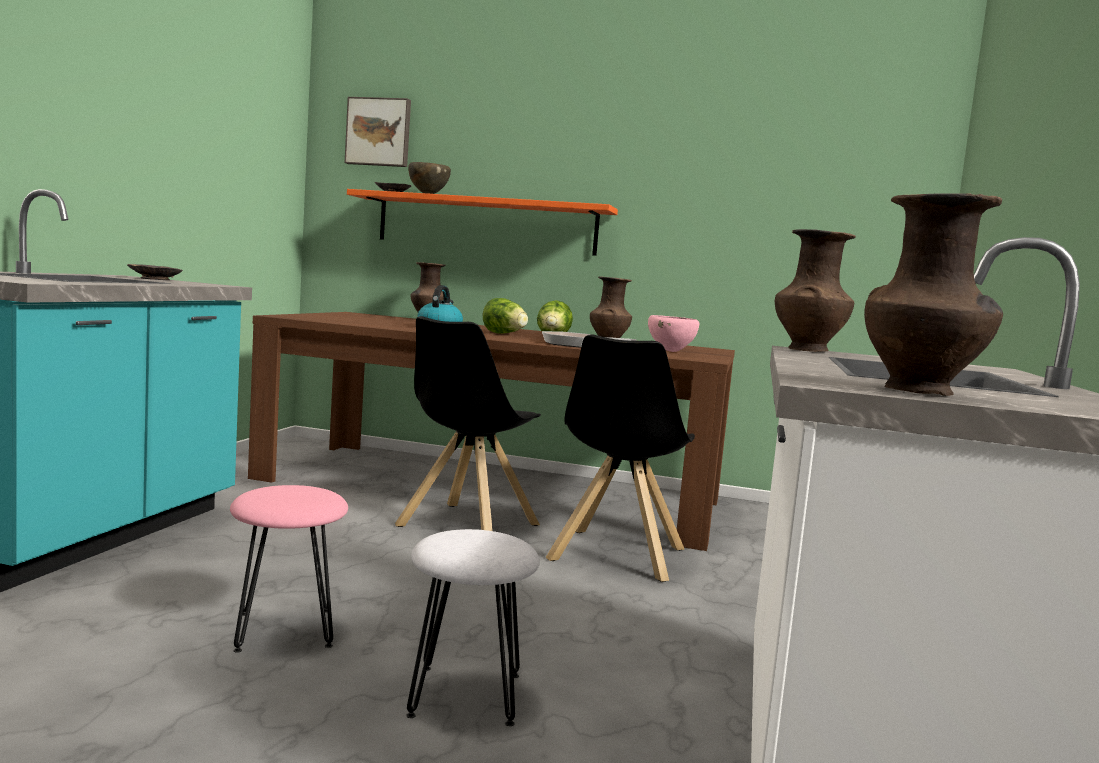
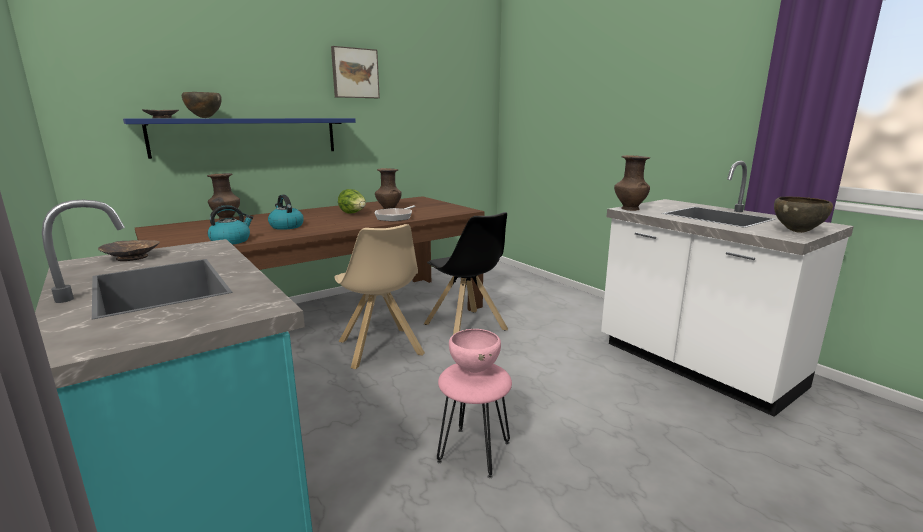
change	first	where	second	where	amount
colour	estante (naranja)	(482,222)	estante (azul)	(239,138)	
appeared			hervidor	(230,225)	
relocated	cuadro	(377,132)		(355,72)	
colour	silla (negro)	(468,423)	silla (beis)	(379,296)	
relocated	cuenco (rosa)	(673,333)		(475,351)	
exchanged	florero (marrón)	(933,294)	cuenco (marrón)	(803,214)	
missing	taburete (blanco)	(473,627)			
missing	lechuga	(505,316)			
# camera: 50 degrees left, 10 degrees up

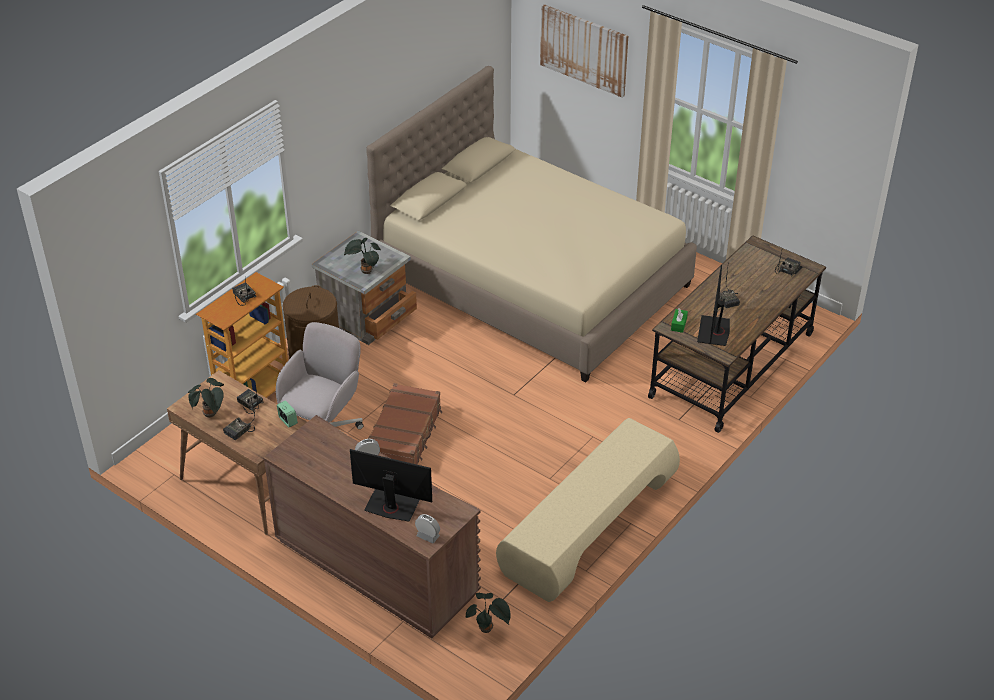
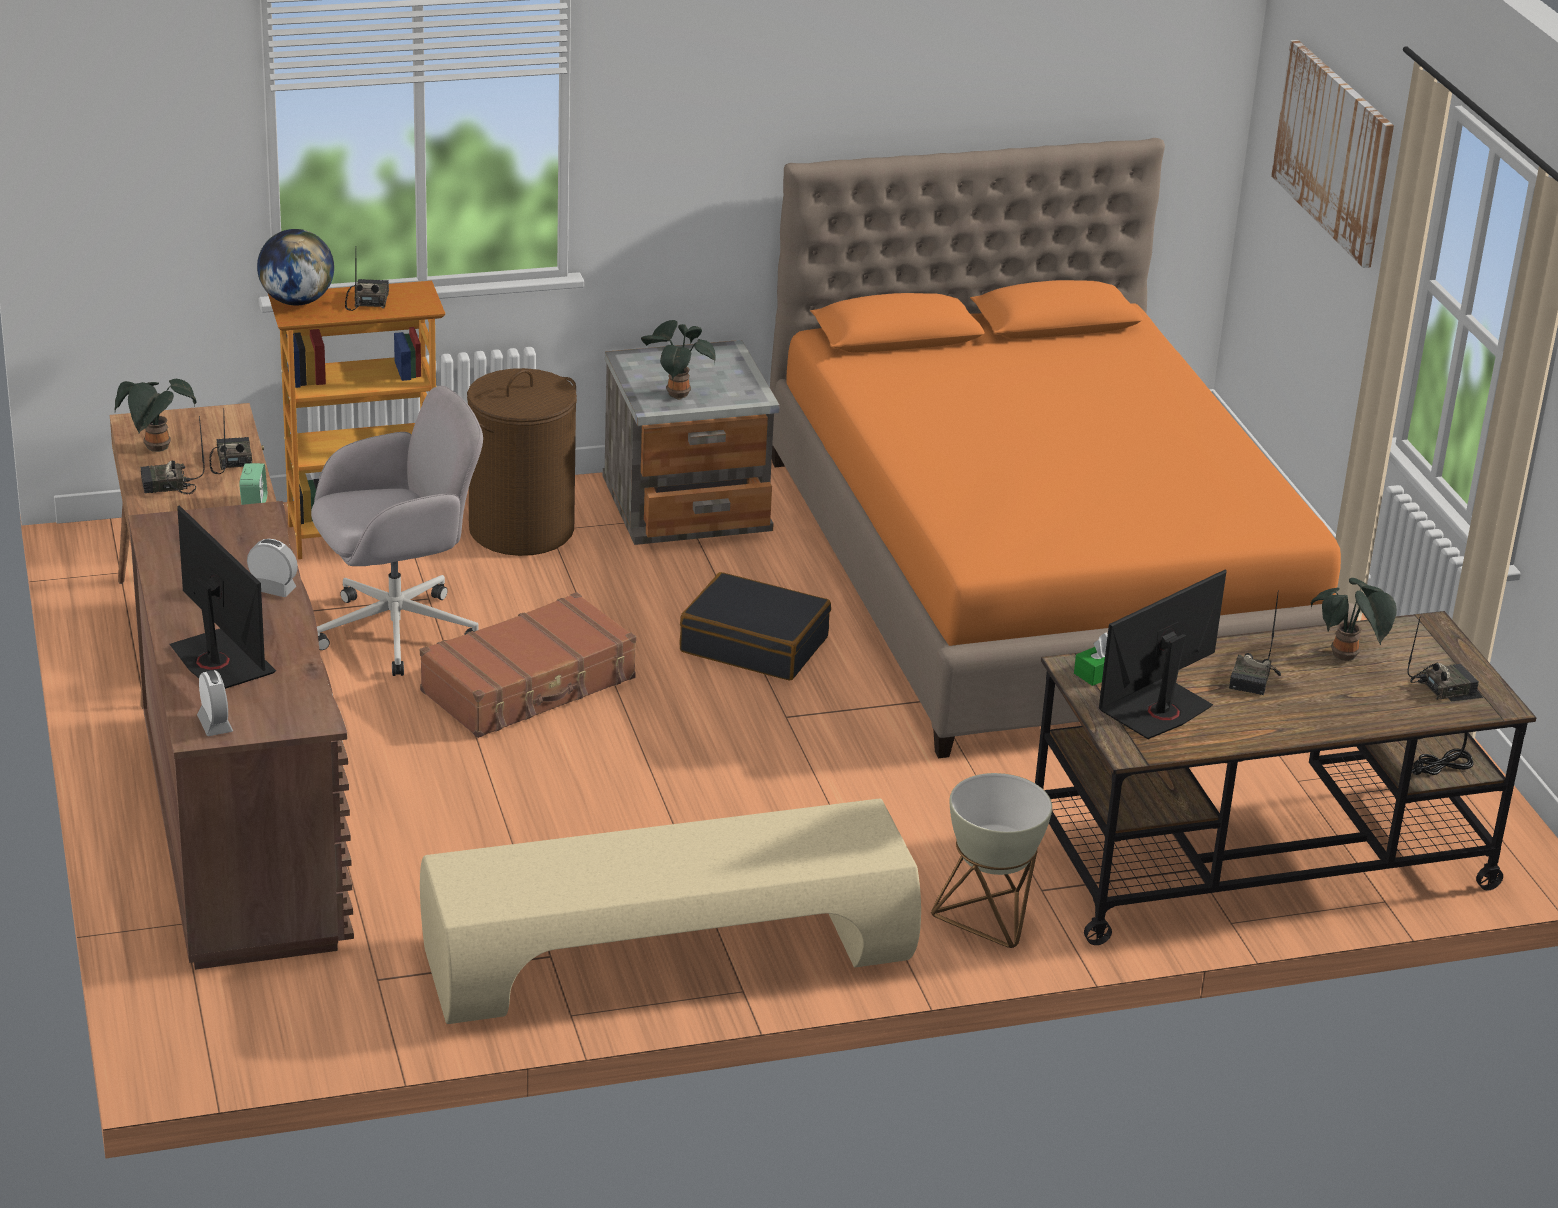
change	first	where	second	where	amount
appeared			globo terráqueo	(295,267)	
appeared			maleta (negro)	(755,626)	
colour	cama (beis)	(531,224)	cama (naranja)	(1064,448)	
appeared			maceta	(991,860)	
relocated	planta en maceta	(488,613)		(1354,619)	
# camera: 35 degrees right, 10 degrees down

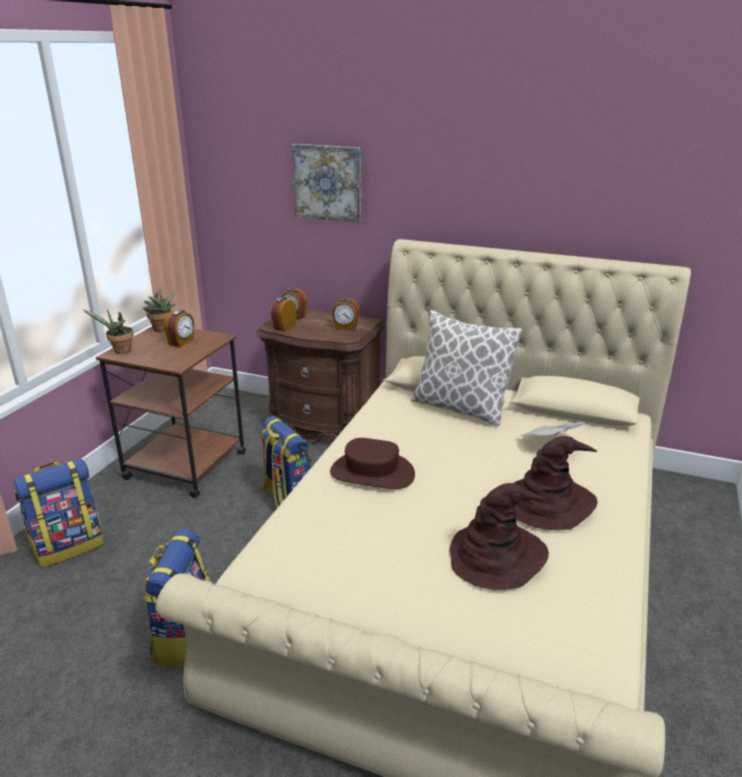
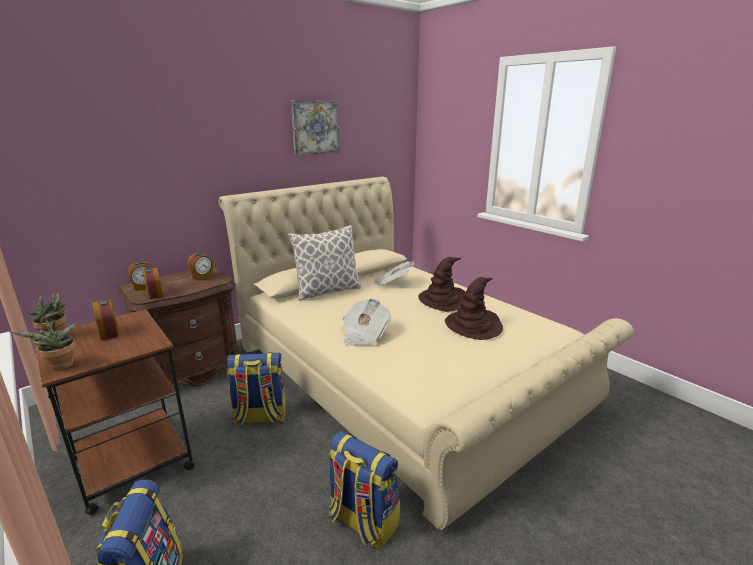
change	first	where	second	where	amount
relocated	cuadro	(326,183)		(315,128)	
exchanged	sombrero (marrón)	(372,463)	periódico	(366,322)	
# camera: 60 degrees left, 5 degrees down

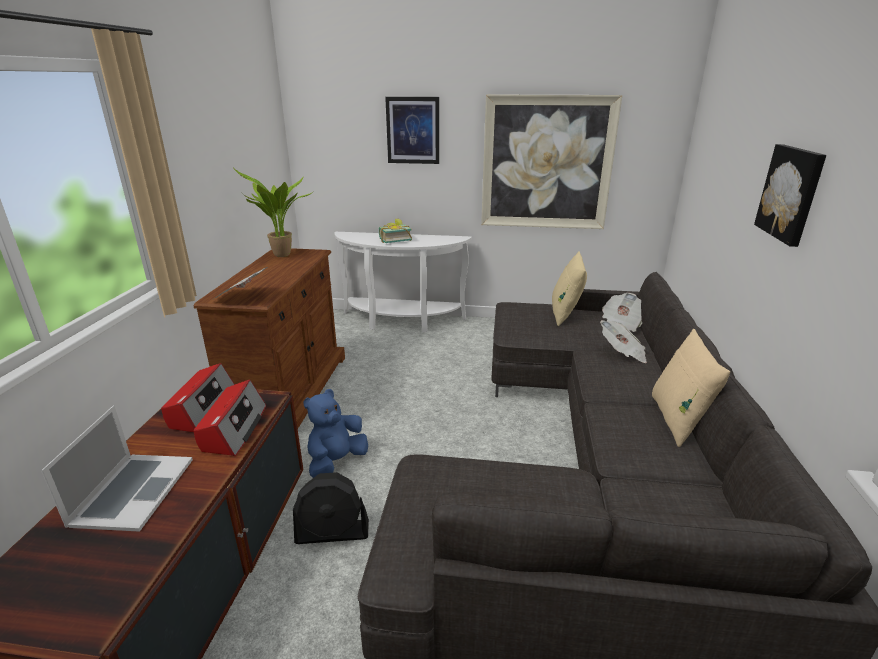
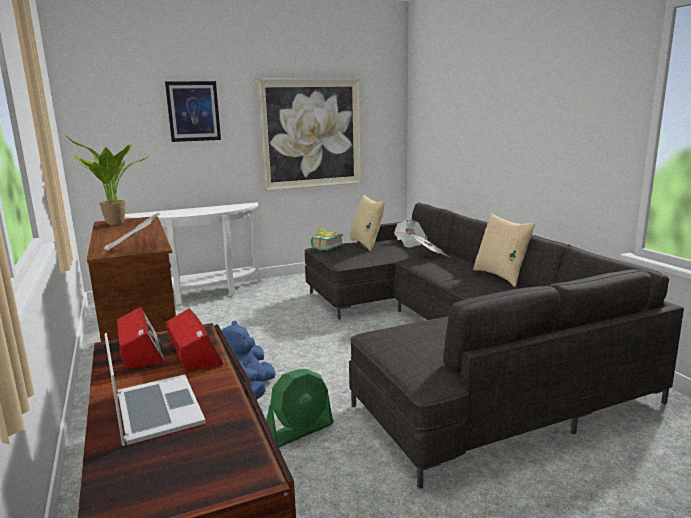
change	first	where	second	where	amount
colour	ventilador (negro)	(331,508)	ventilador (verde)	(299,408)	
relocated	libro	(395,230)		(327,239)	
missing	cuadro	(790,195)			
# camera: 30 degrees left, 10 degrees down

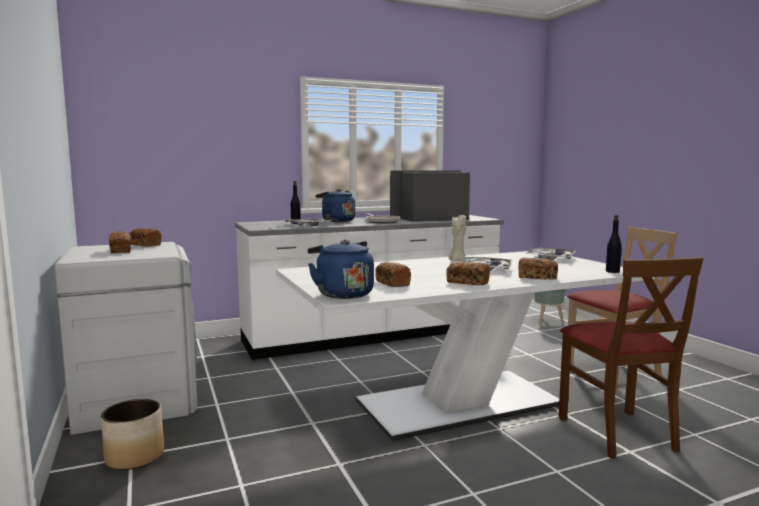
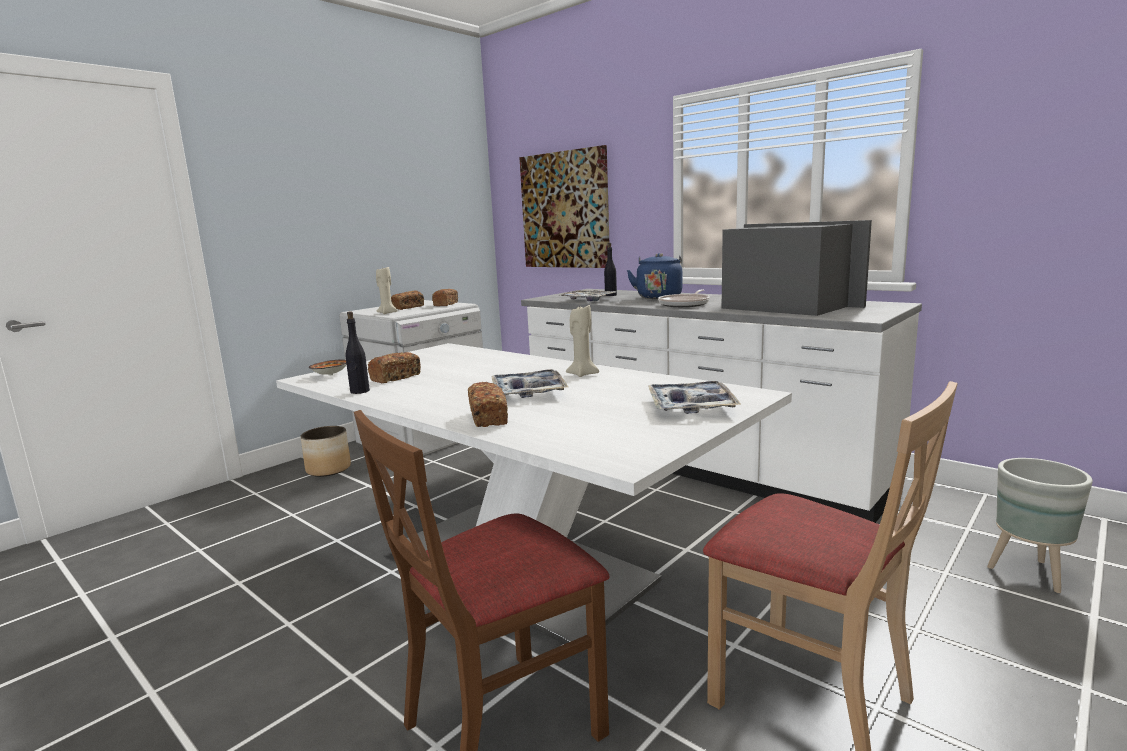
change	first	where	second	where	amount
exchanged	hervidor (azul)	(341,269)	cuenco	(328,367)	
relocated	botella (negro)	(614,244)		(358,352)	
appeared			vela (beis)	(387,290)	
appeared			cuadro	(564,206)	
missing	pan	(468,273)			
# camera: 65 degrees right, 5 degrees up

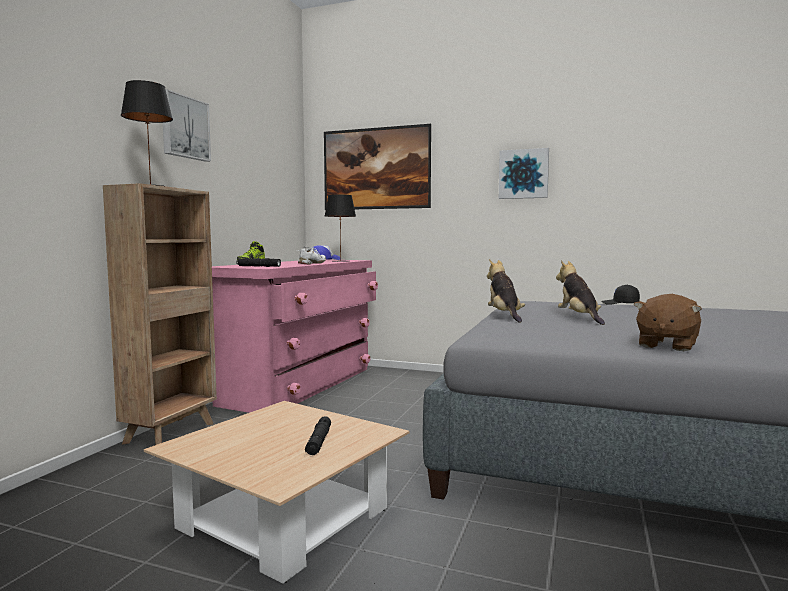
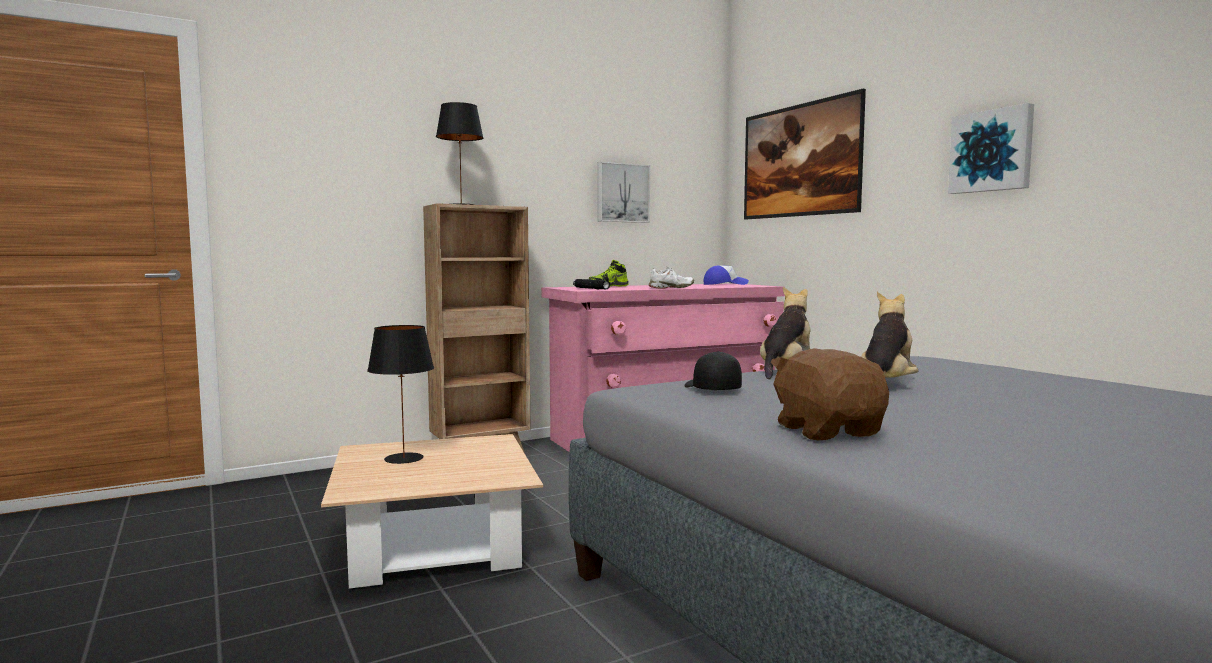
change	first	where	second	where	amount
relocated	lámpara de mesa (negro)	(340,228)		(400,394)	
relocated	cuadro	(187,125)		(623,192)	
relocated	gorra (negro)	(620,295)		(713,370)	
spun	peluche (marrón)	(668,322)		(830,394)	90 degrees clockwise
missing	linterna (negro)	(318,435)			
# camera: 40 degrees right, 0 degrees up

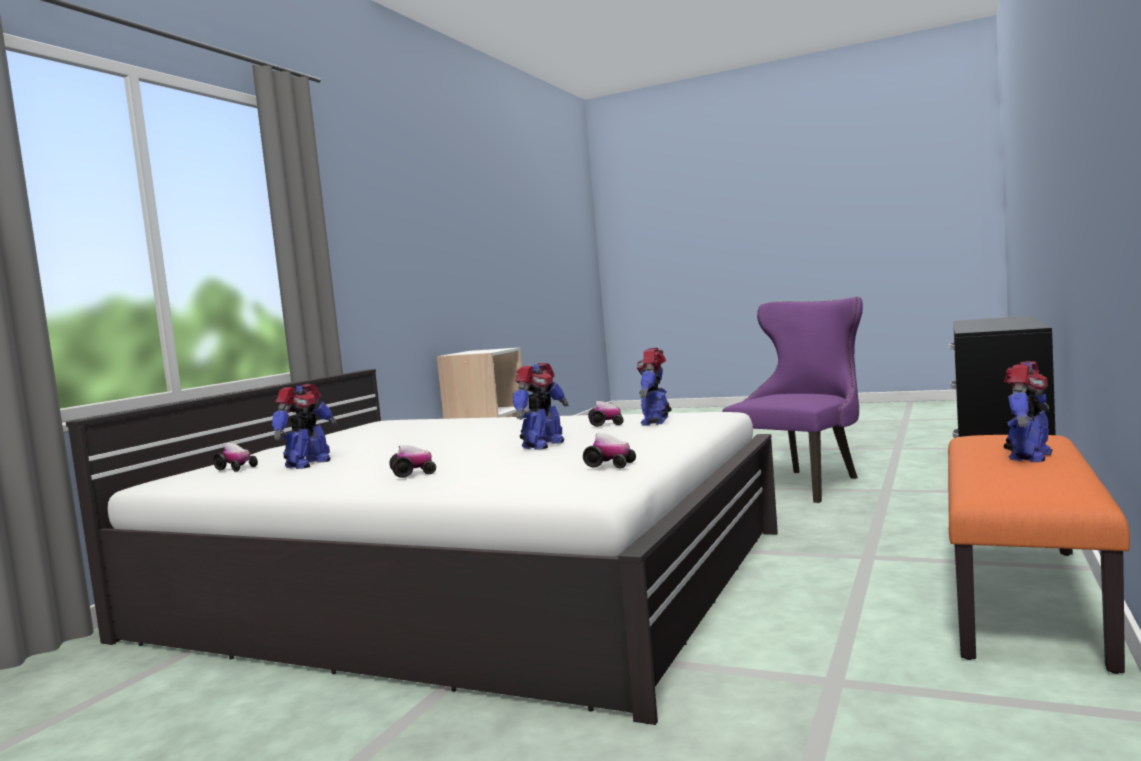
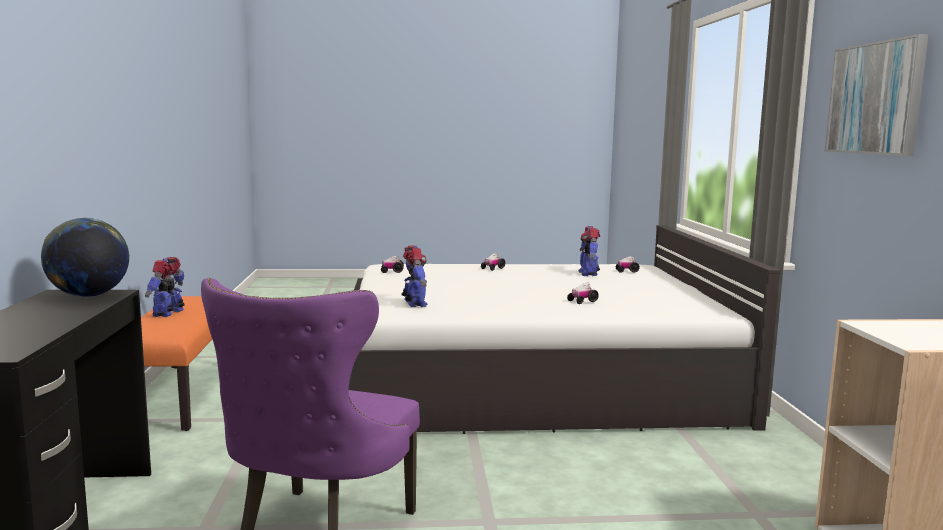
change	first	where	second	where	amount
appeared			globo terráqueo	(85,257)	
relocated	coche de juguete	(606,414)		(583,293)	
appeared			cuadro	(876,95)	
missing	robot de juguete	(541,406)			
# camera: 150 degrees right, 5 degrees up

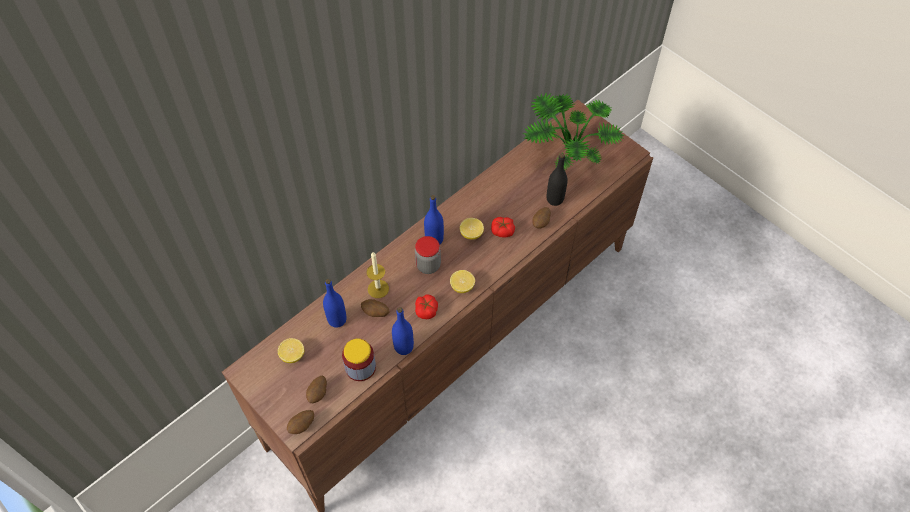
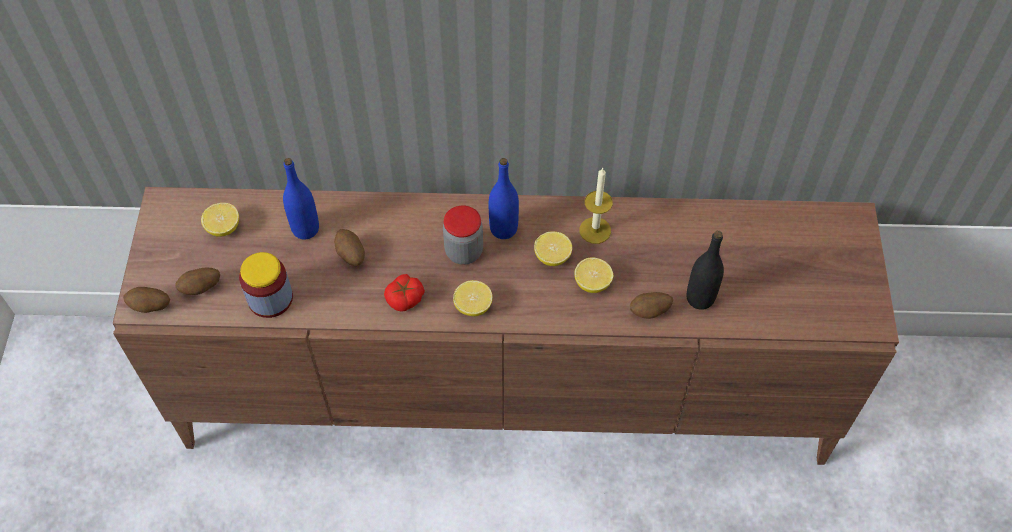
change	first	where	second	where	amount
exchanged	tomate	(503,227)	limón	(593,275)	
relocated	vela	(378,275)		(596,205)	
missing	botella (azul)	(403,331)			
missing	planta en maceta	(573,131)			
# camera: 45 degrees right, 0 degrees up

